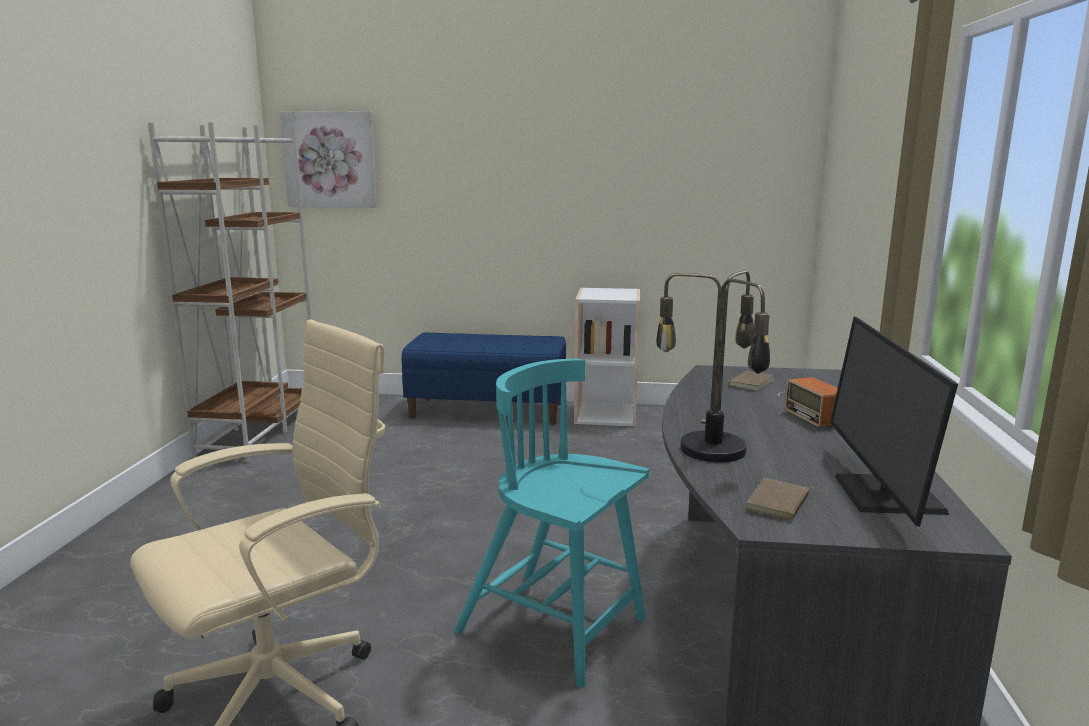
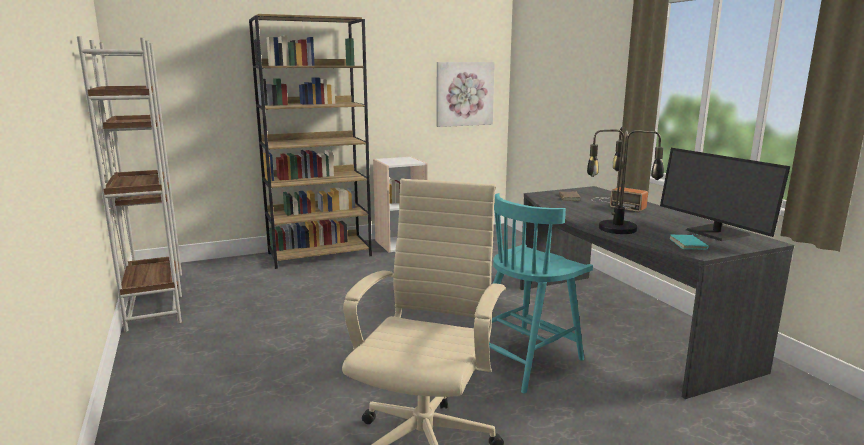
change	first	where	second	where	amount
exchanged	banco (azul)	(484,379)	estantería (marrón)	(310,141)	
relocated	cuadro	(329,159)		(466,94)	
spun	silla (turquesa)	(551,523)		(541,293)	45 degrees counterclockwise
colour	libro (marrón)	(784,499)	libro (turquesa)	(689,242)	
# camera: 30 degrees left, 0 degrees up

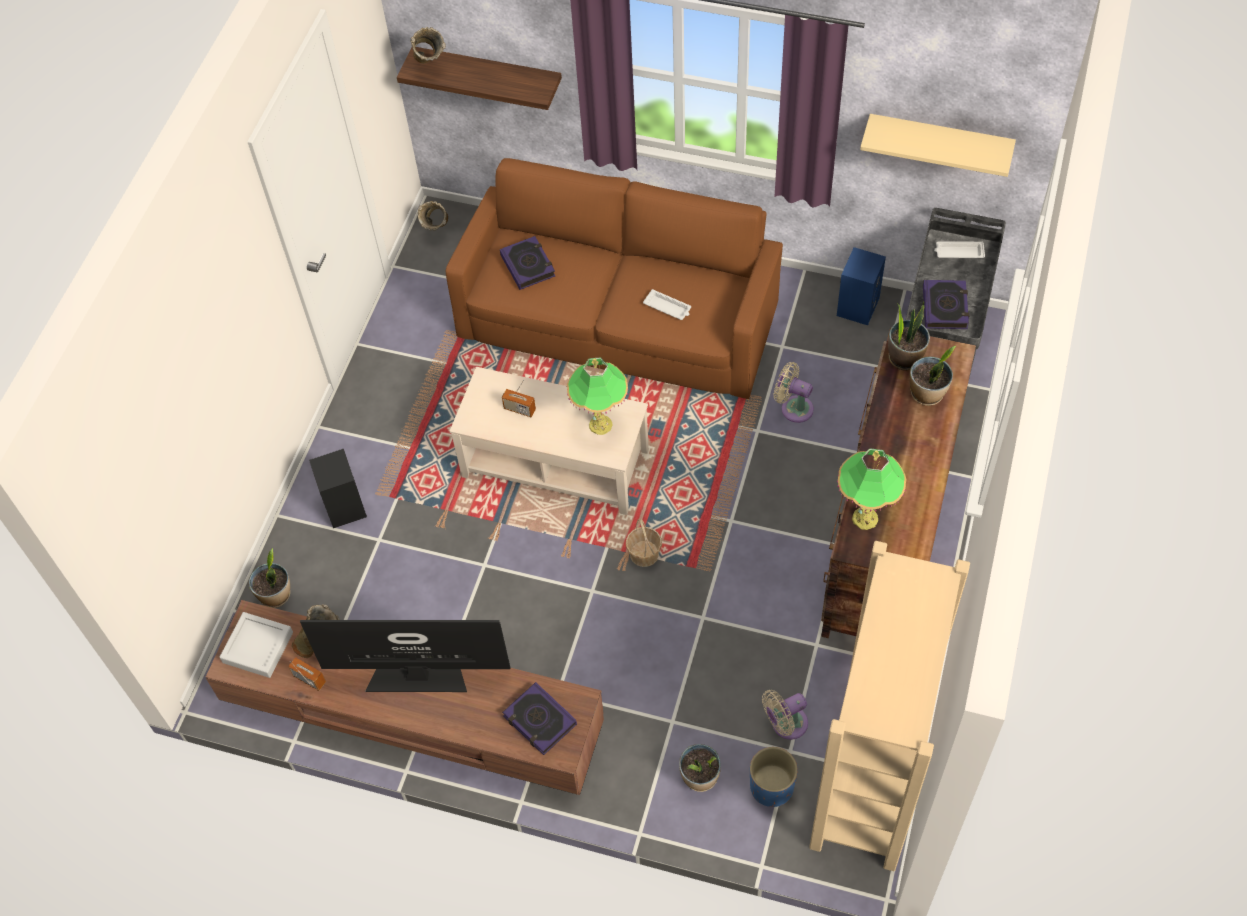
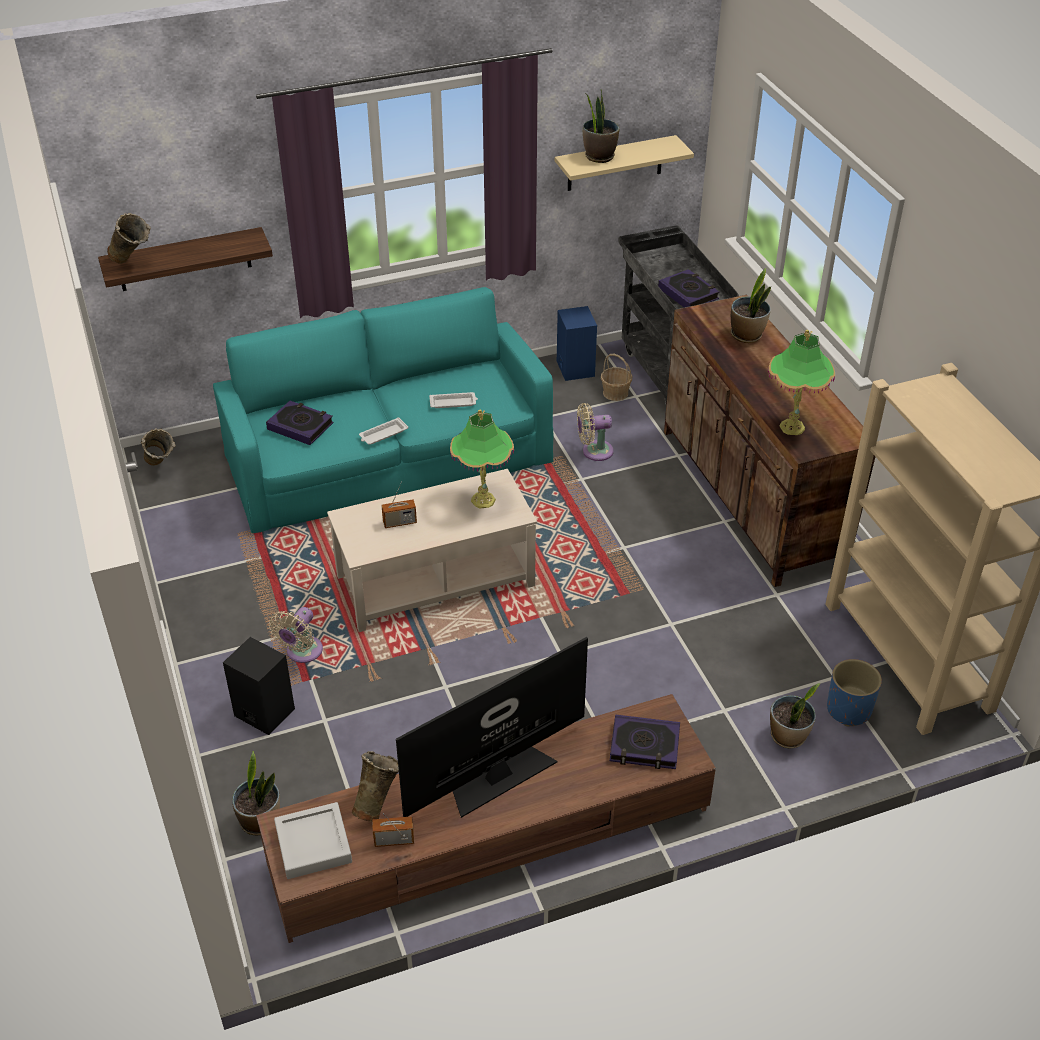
change	first	where	second	where	amount
colour	sofá (marrón)	(614,278)	sofá (turquesa)	(383,410)	
relocated	ventilador (beis)	(785,715)		(296,635)	
relocated	bandeja (blanco)	(959,249)		(383,431)	
relocated	planta en maceta	(909,335)		(601,126)	
relocated	cesta	(644,543)		(616,377)	
# camera: 40 degrees left, 15 degrees down

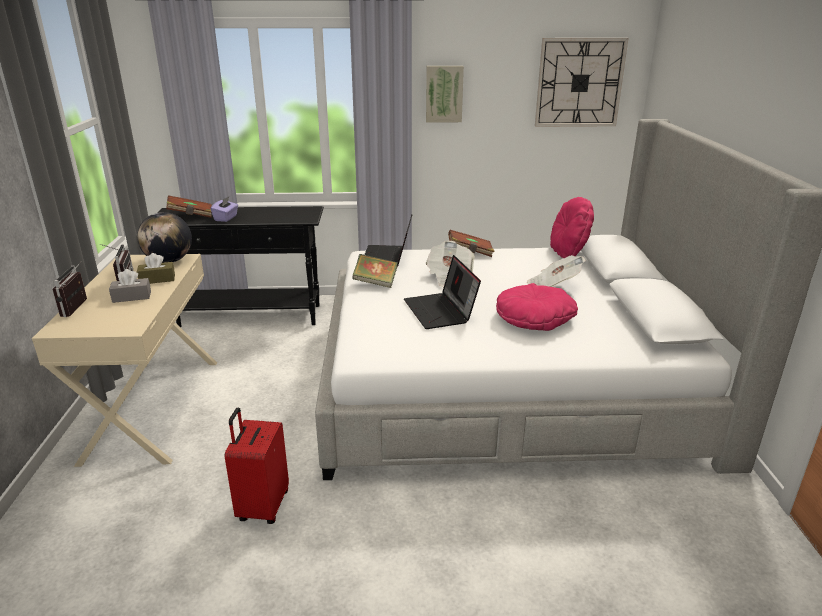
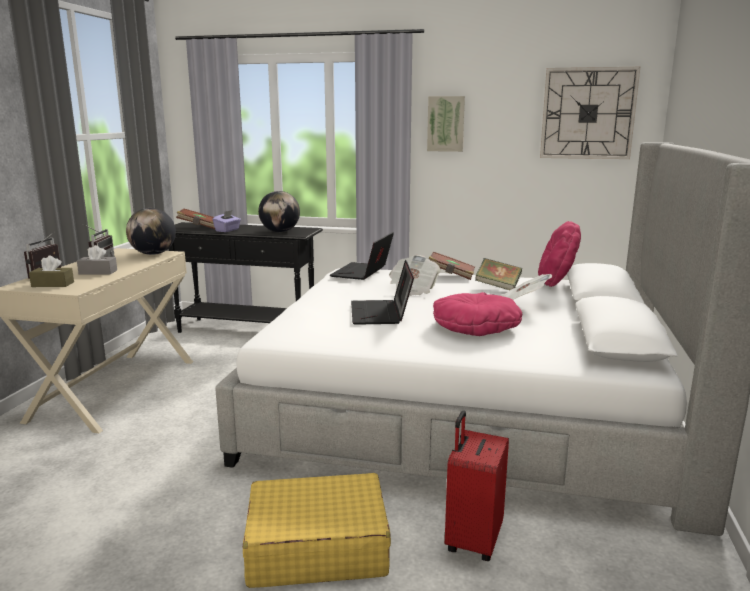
change	first	where	second	where	amount
relocated	caja de pañuelos (marrón)	(156,268)		(51,271)	
appeared			maleta (amarillo)	(317,530)	
appeared			globo terráqueo	(279,211)	
relocated	maleta (rojo)	(256,466)		(477,486)	
relocated	libro	(375,271)		(498,274)	
# camera: 15 degrees right, 10 degrees down

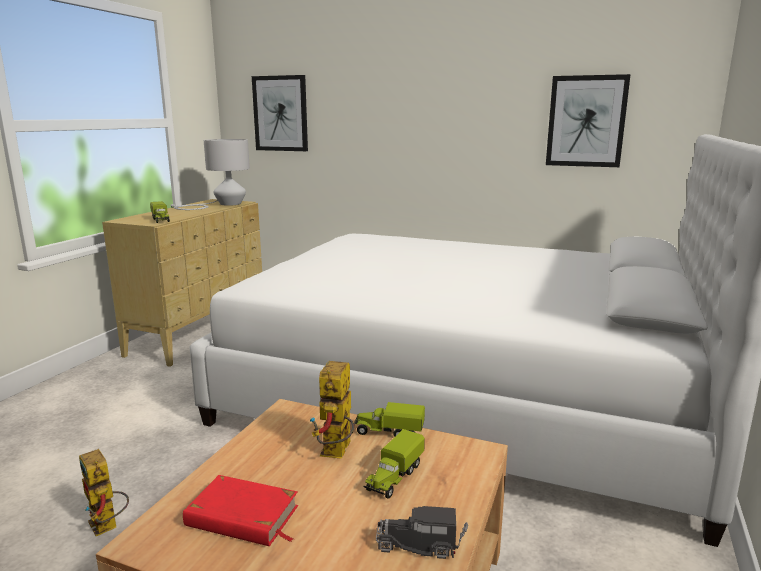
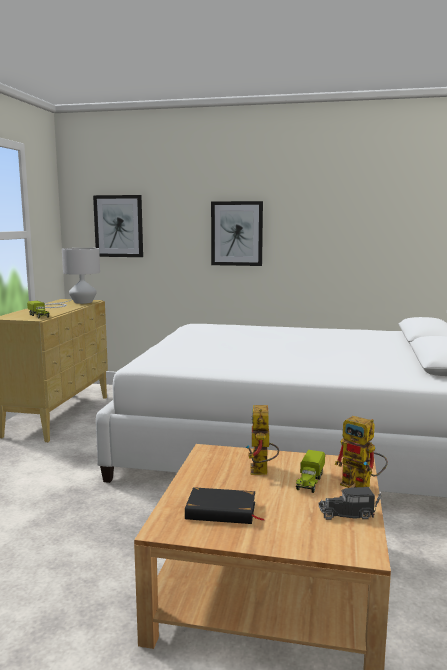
change	first	where	second	where	amount
colour	libro (rojo)	(240,510)	libro (negro)	(225,505)	
relocated	cuadro	(588,120)		(237,233)	
relocated	robot de juguete	(104,492)		(361,452)	
missing	camión de juguete	(389,419)			
# camera: 10 degrees left, 5 degrees down

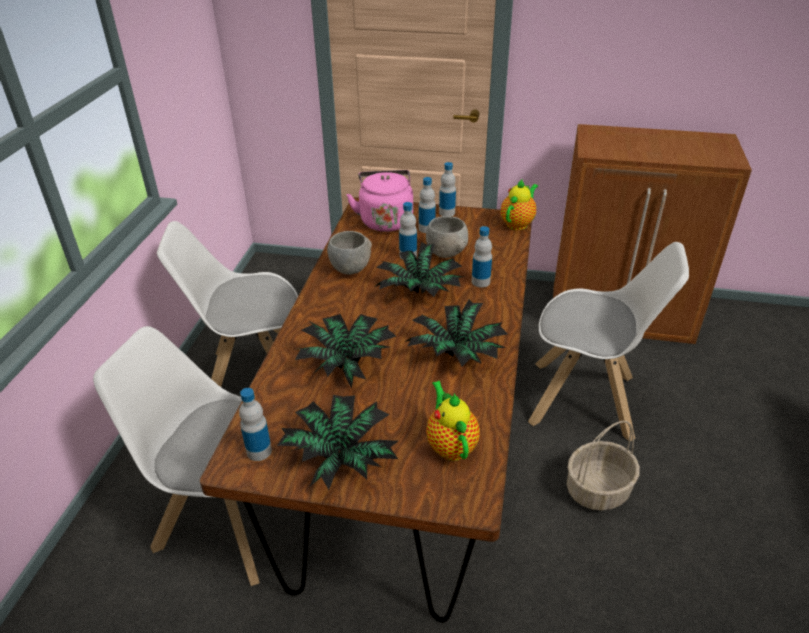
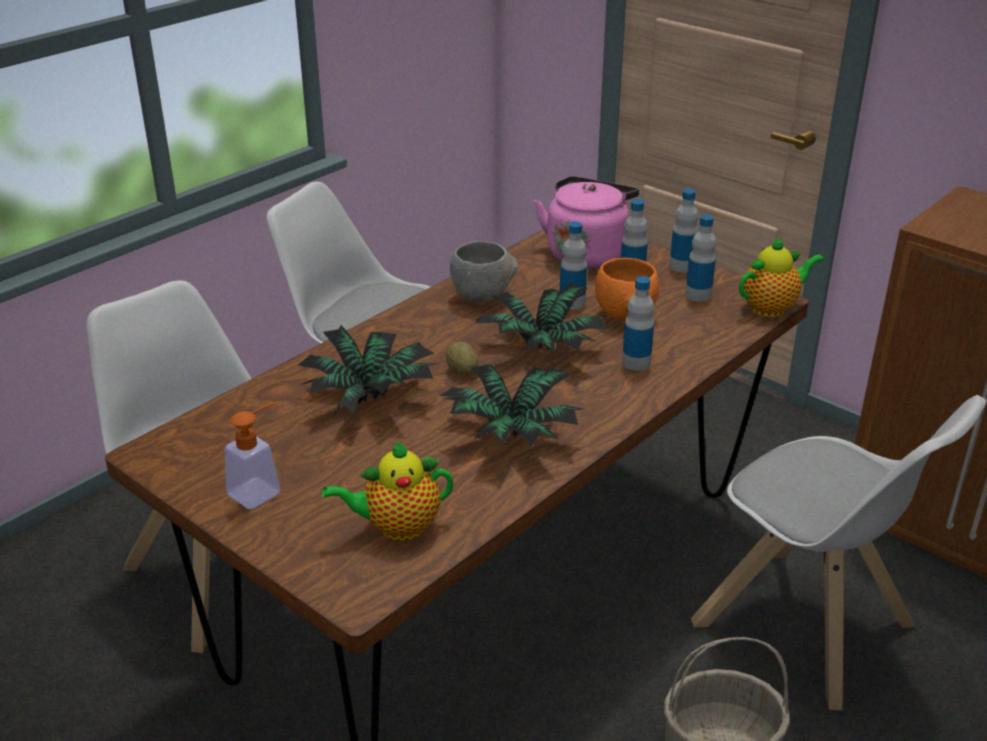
change	first	where	second	where	amount
exchanged	planta en maceta	(337,442)	dispensador de jabón	(253,456)	
spun	tetera	(453,421)		(388,491)	120 degrees counterclockwise
appeared			patata	(462,358)	
colour	cuenco (gris)	(447,237)	cuenco (naranja)	(627,289)	
relocated	botella	(255,424)		(700,258)	
# camera: 30 degrees right, 5 degrees down

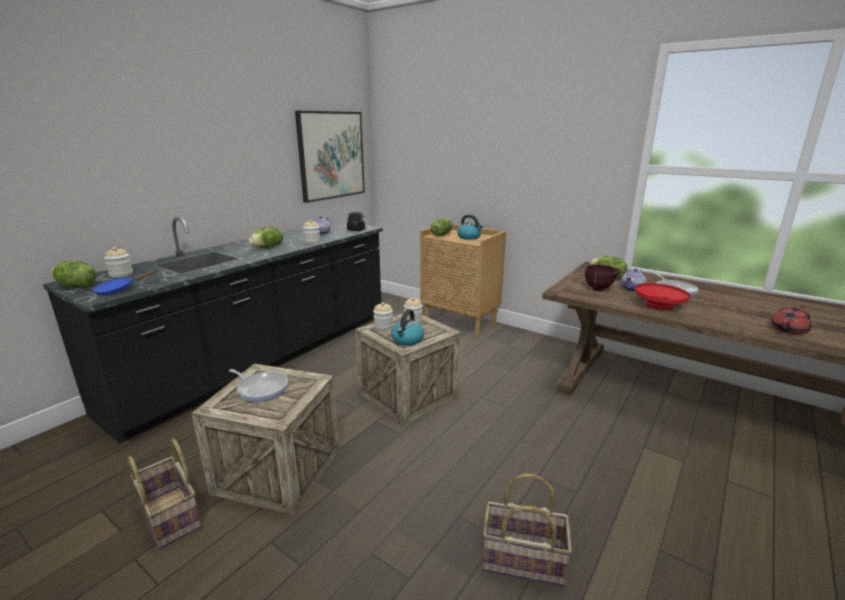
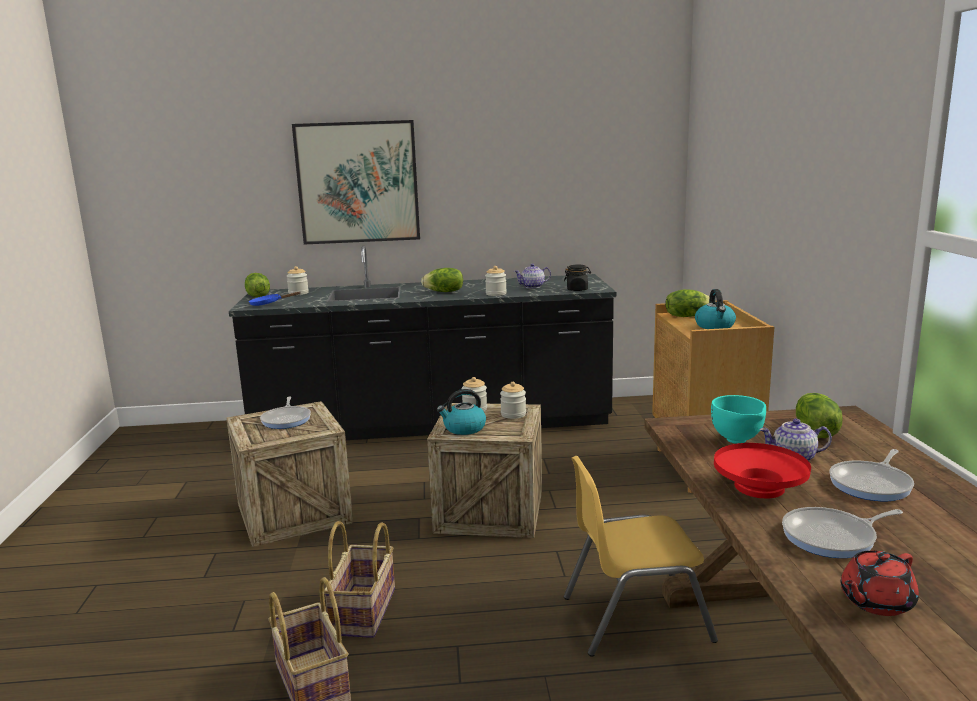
change	first	where	second	where	amount
relocated	cuadro	(330,157)		(356,182)	
relocated	cesta	(164,493)		(359,579)	
appeared			silla (amarillo)	(641,556)	
colour	cuenco (marrón)	(603,277)	cuenco (turquesa)	(738,419)	
appeared			sartén	(842,532)	
spun	tetera (rojo)	(791,320)		(880,583)	135 degrees clockwise
# camera: 50 degrees right, 5 degrees down

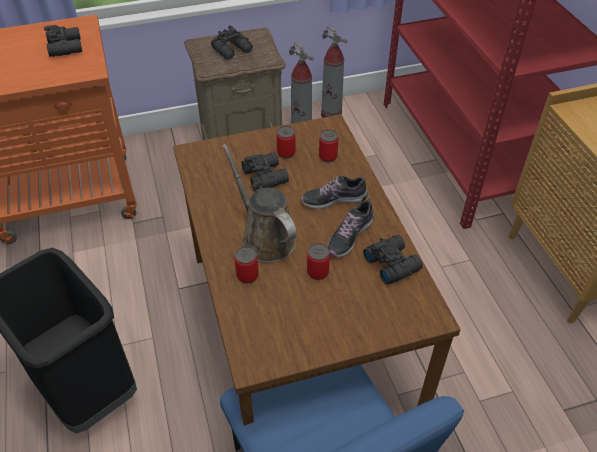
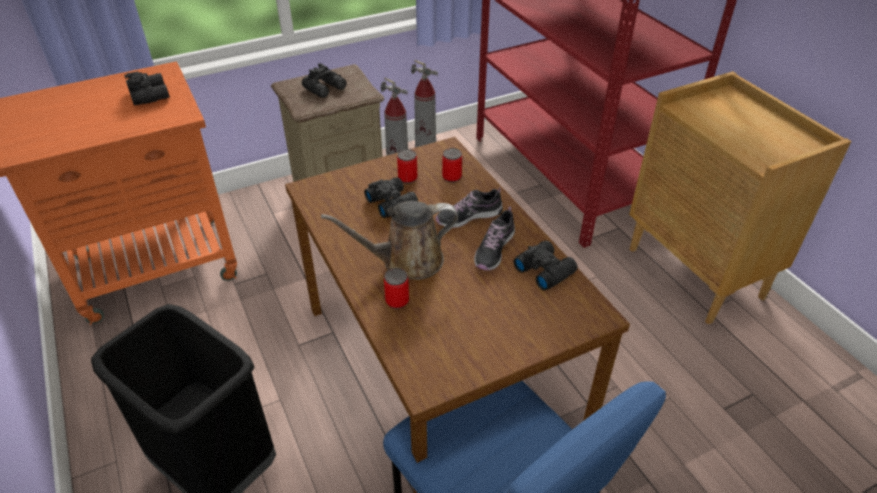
change	first	where	second	where	amount
spun	regadera (marrón)	(259,203)		(389,240)	60 degrees counterclockwise
missing	lata	(318,261)			
# camera: 10 degrees left, 5 degrees down

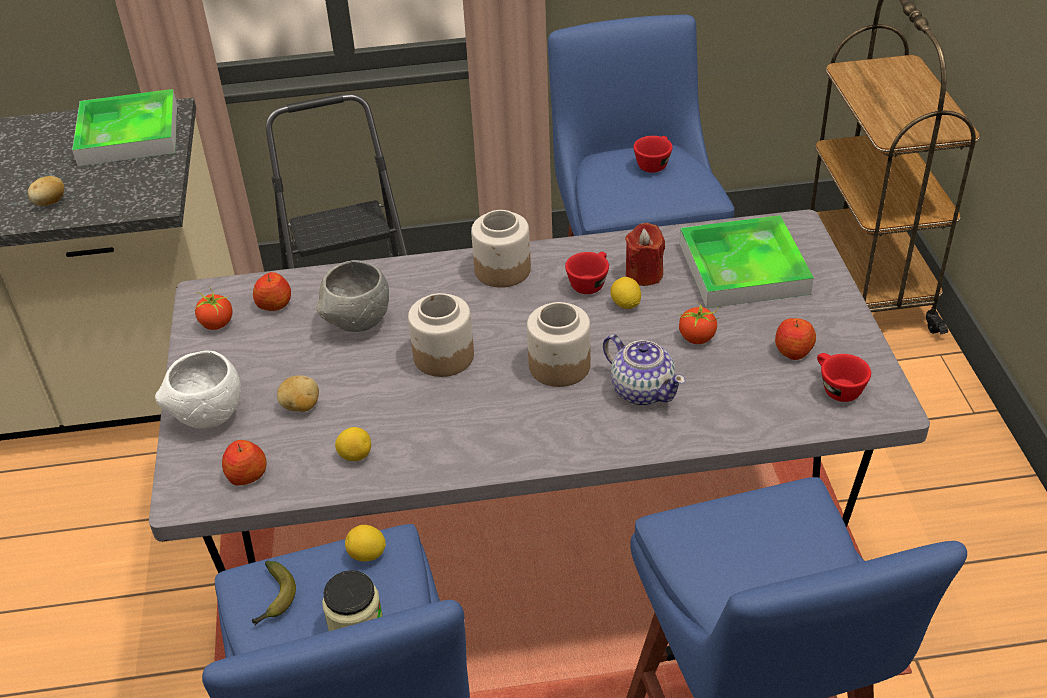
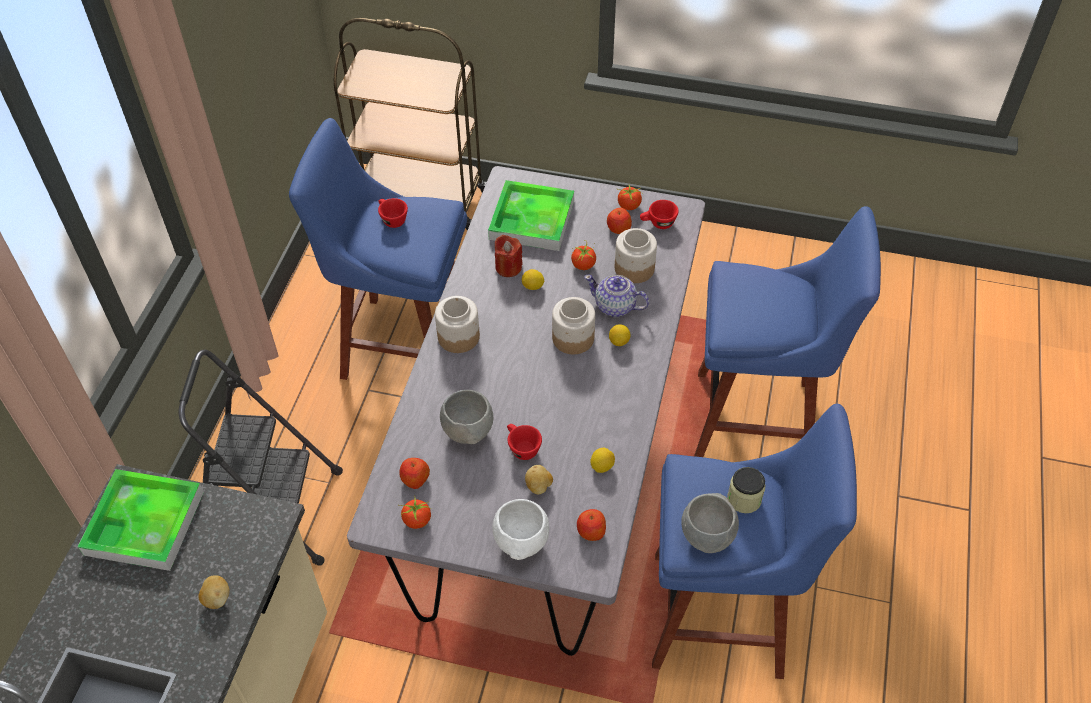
change	first	where	second	where	amount
relocated	taza (rojo)	(587,273)		(524,442)	
spun	tetera	(644,369)		(616,296)	135 degrees counterclockwise
relocated	limón	(365,543)		(619,335)	
relocated	tarro	(441,335)		(636,255)	
appeared			tomate	(630,197)	
exchanged	plátano	(274,593)	cuenco (gris)	(710,523)	
# camera: 70 degrees left, 10 degrees up

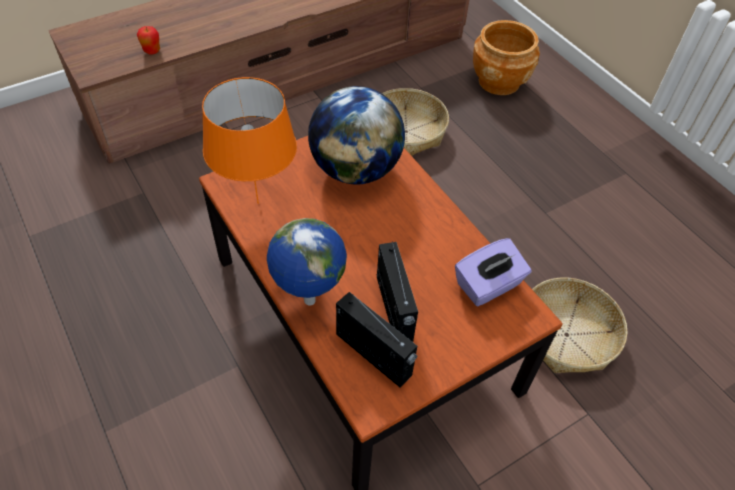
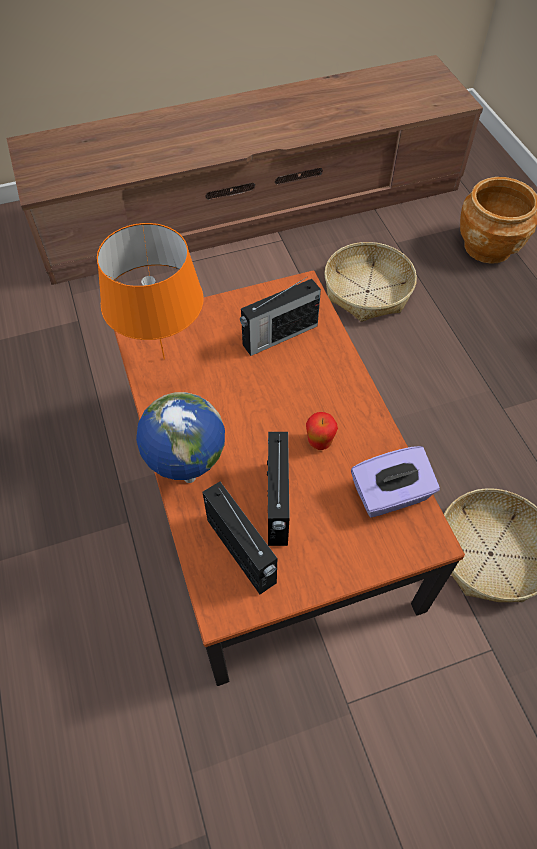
change	first	where	second	where	amount
exchanged	globo terráqueo	(356,135)	radio	(280,316)	
relocated	manzana	(148,40)		(322,431)	
# camera: 15 degrees right, 5 degrees up

